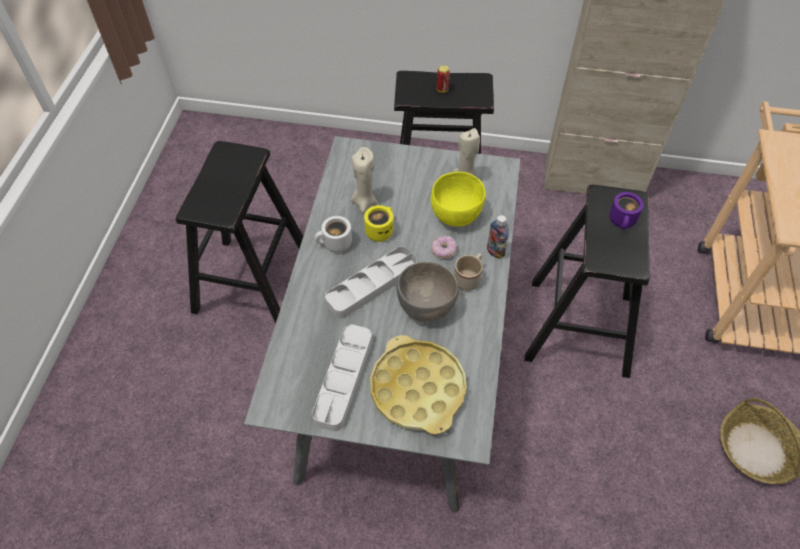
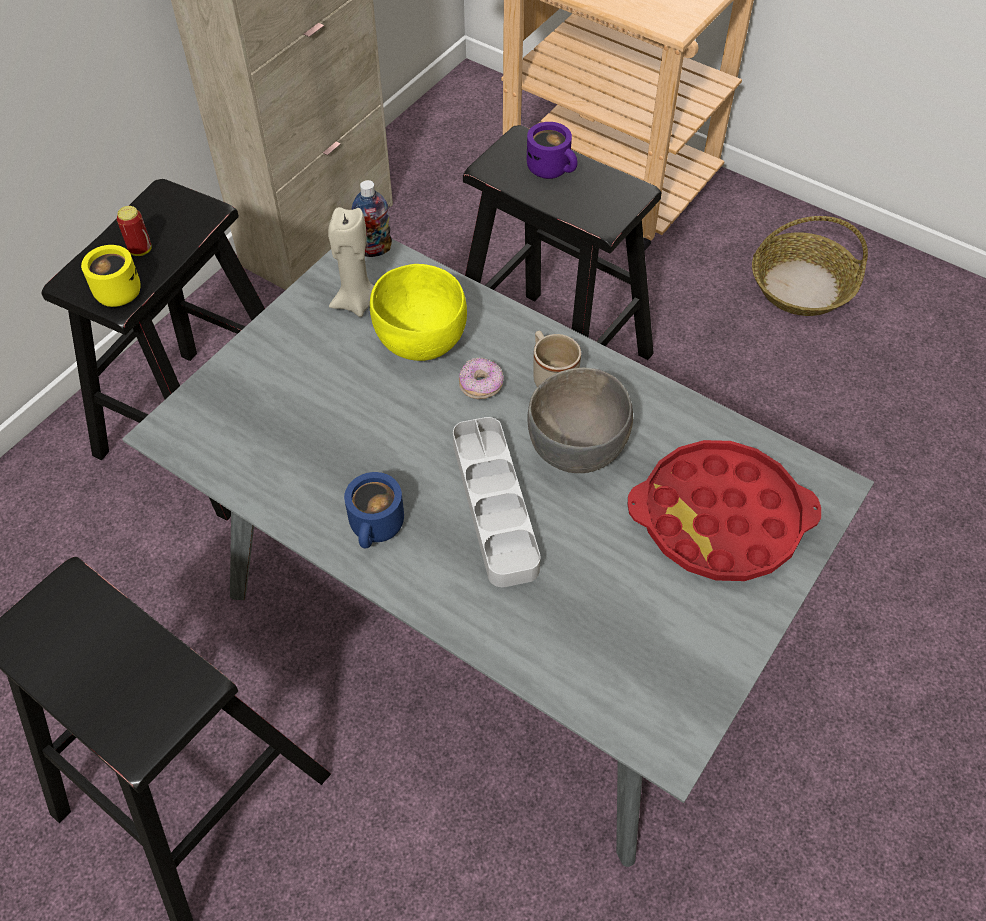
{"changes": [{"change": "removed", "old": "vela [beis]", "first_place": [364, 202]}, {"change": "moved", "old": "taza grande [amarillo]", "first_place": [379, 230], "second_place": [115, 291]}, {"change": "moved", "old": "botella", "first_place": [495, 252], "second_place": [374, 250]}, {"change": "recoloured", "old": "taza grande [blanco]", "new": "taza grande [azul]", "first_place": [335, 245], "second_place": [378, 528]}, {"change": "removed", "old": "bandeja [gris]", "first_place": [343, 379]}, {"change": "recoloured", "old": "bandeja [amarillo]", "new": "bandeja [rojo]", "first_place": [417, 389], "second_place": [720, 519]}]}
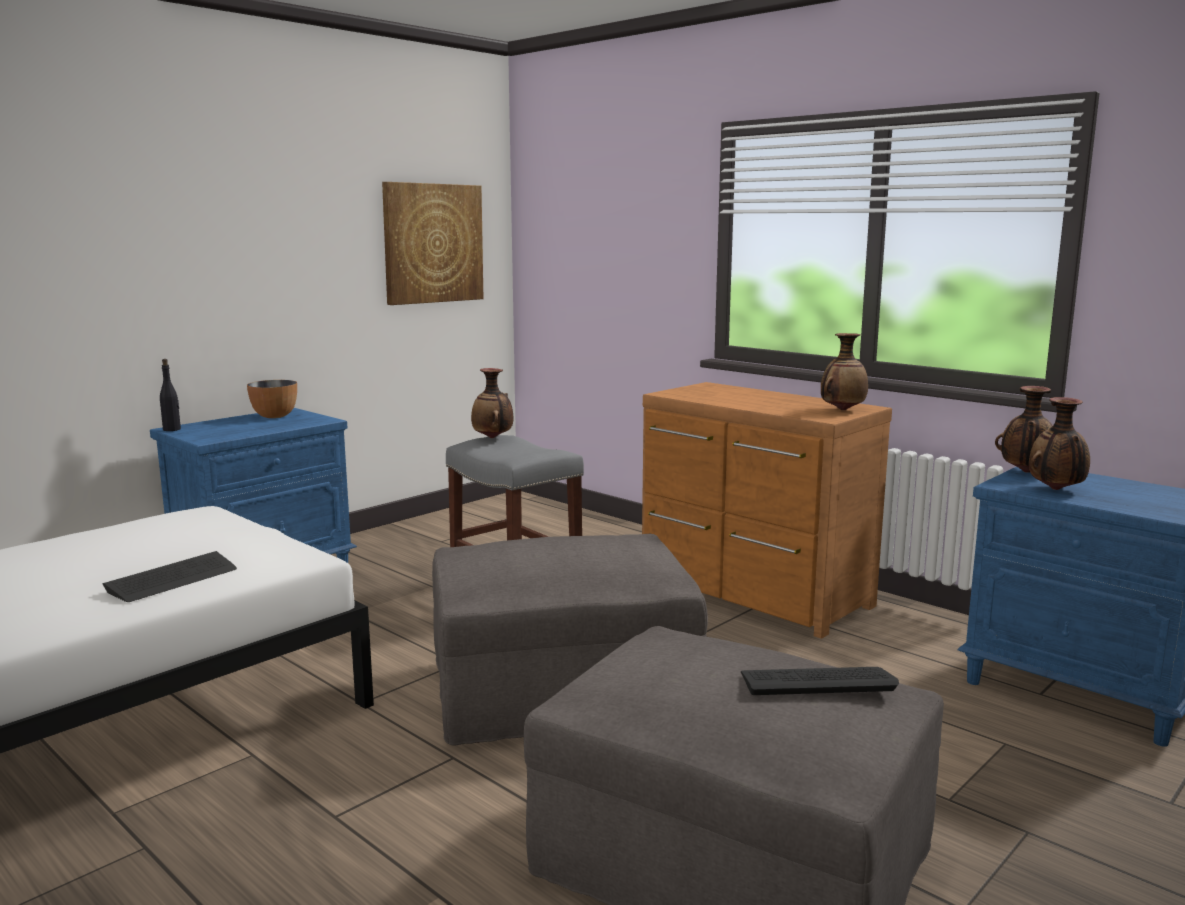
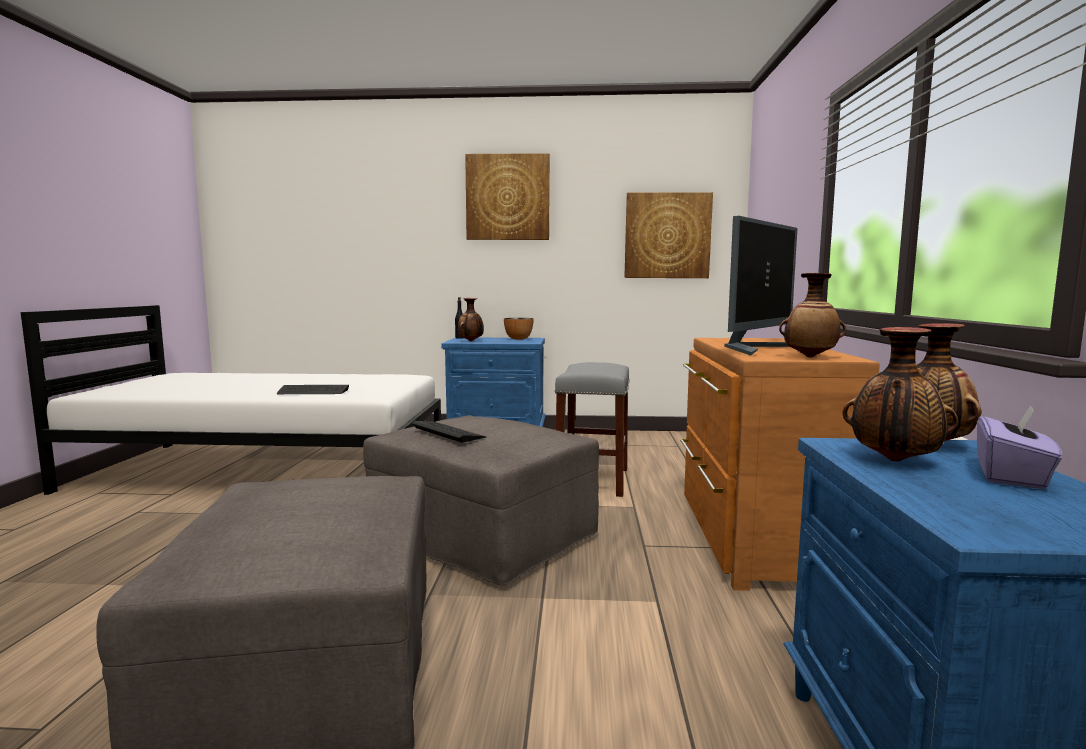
{"changes": [{"change": "moved", "old": "florero", "first_place": [493, 438], "second_place": [471, 341]}, {"change": "moved", "old": "teclado", "first_place": [816, 682], "second_place": [448, 432]}, {"change": "added", "new": "cuadro", "second_place": [508, 197]}, {"change": "added", "new": "monitor", "second_place": [755, 349]}, {"change": "added", "new": "caja de pañuelos [morado]", "second_place": [1012, 476]}]}
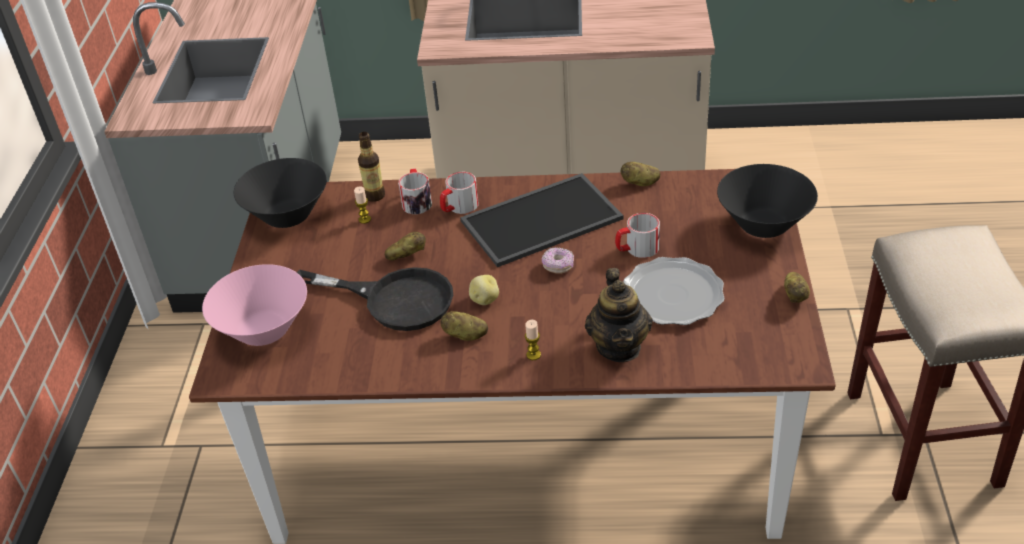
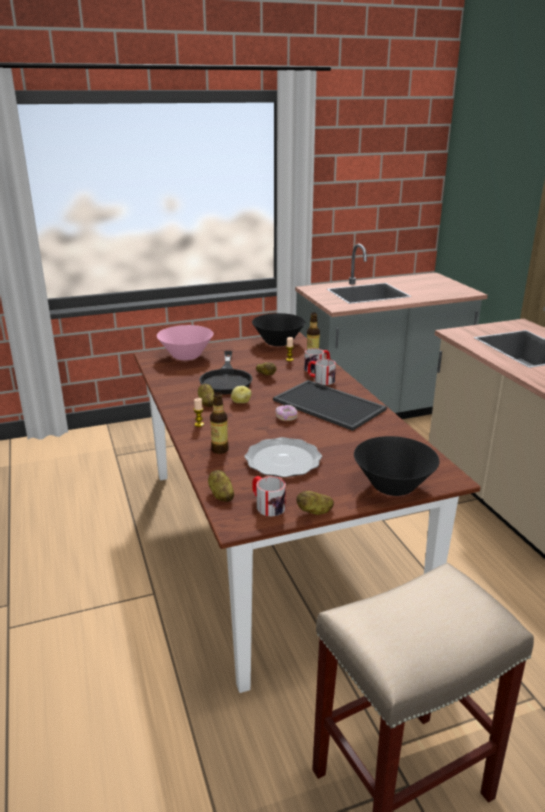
{"changes": [{"change": "moved", "old": "patata", "first_place": [640, 183], "second_place": [221, 495]}, {"change": "moved", "old": "taza grande", "first_place": [637, 249], "second_place": [267, 505]}, {"change": "replaced", "old": "tetera", "new": "botella", "first_place": [619, 346], "second_place": [220, 450]}]}
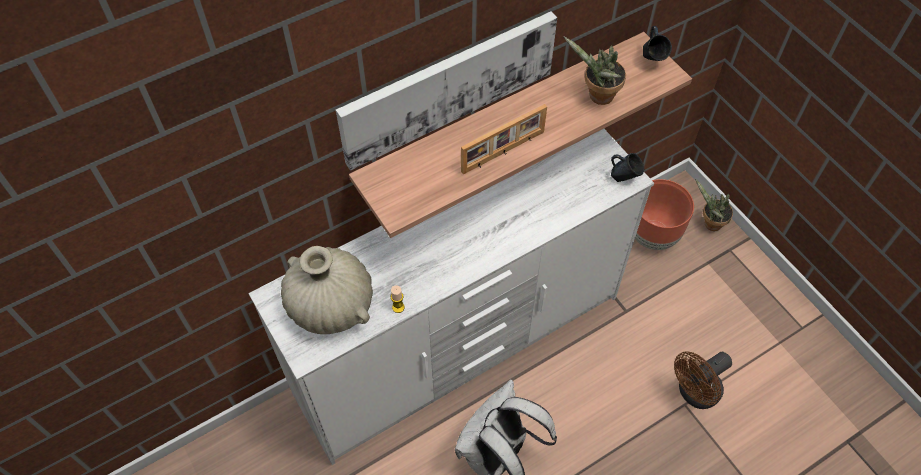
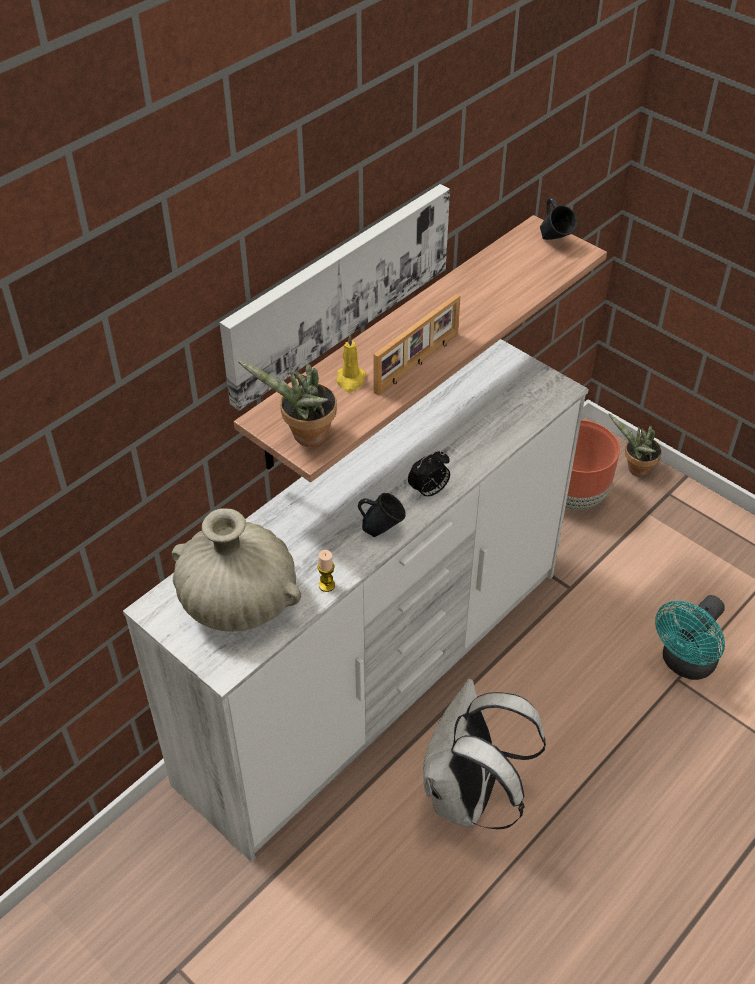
{"changes": [{"change": "moved", "old": "planta en maceta", "first_place": [597, 96], "second_place": [305, 437]}, {"change": "moved", "old": "taza grande [azul]", "first_place": [624, 178], "second_place": [381, 530]}, {"change": "recoloured", "old": "ventilador [marrón]", "new": "ventilador [turquesa]", "first_place": [694, 393], "second_place": [684, 664]}, {"change": "added", "new": "vela [amarillo]", "second_place": [350, 380]}, {"change": "added", "new": "despertador", "second_place": [429, 491]}]}
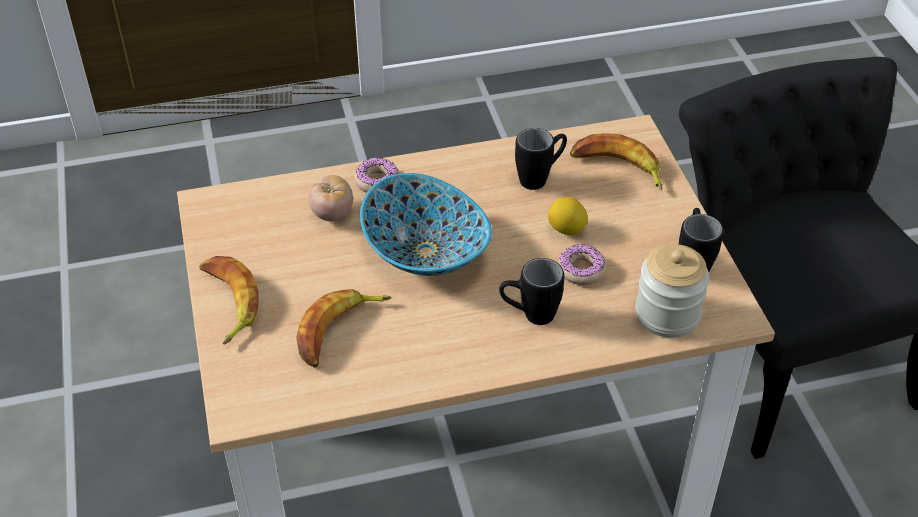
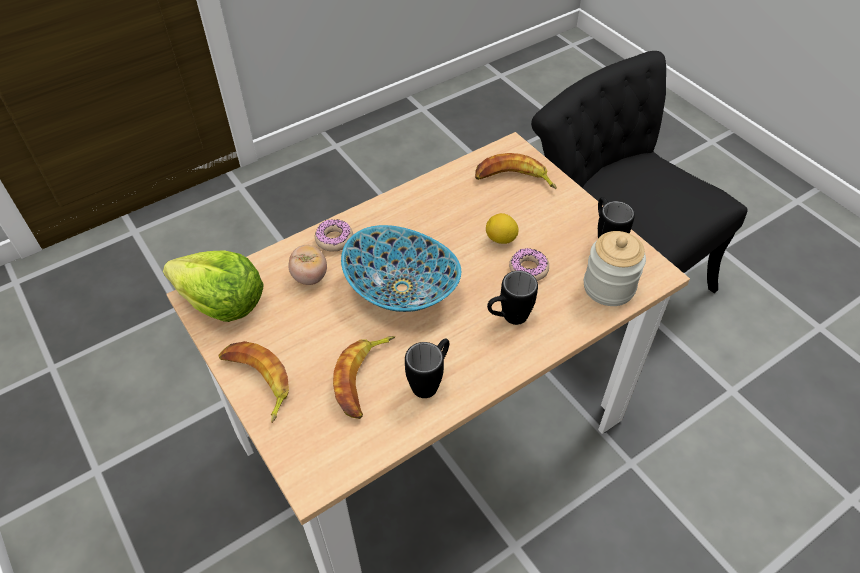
{"changes": [{"change": "moved", "old": "taza grande [negro]", "first_place": [540, 178], "second_place": [430, 381]}, {"change": "added", "new": "lechuga", "second_place": [222, 302]}]}
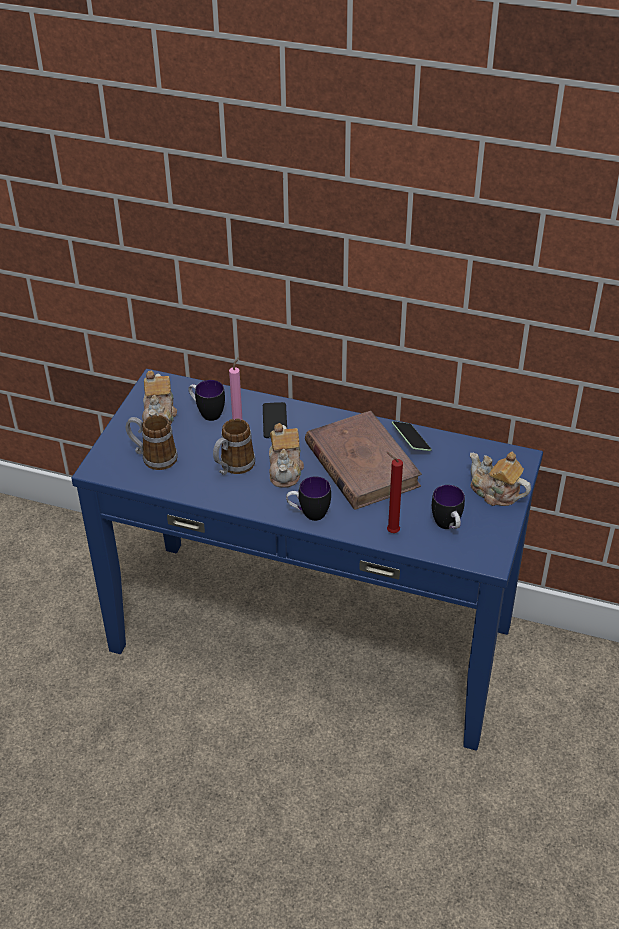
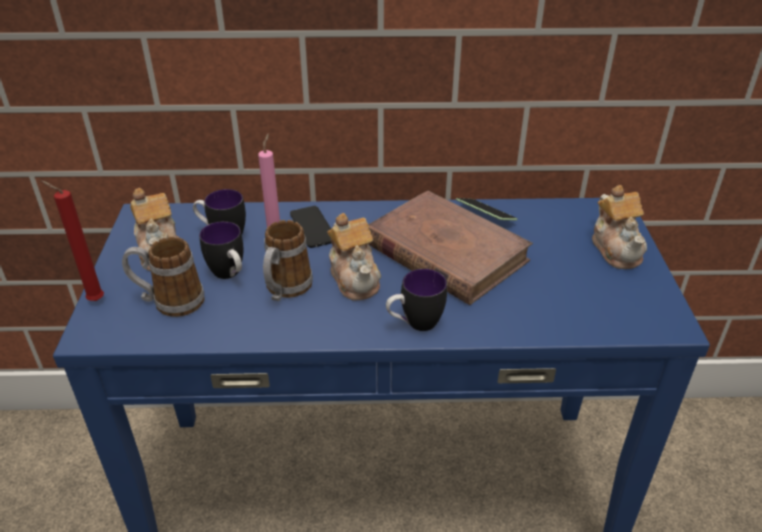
{"changes": [{"change": "moved", "old": "vela [rojo]", "first_place": [391, 531], "second_place": [93, 300]}, {"change": "turned", "old": "tetera", "first_place": [495, 493], "second_place": [616, 248], "degrees": -120}, {"change": "moved", "old": "taza grande", "first_place": [448, 526], "second_place": [230, 275]}]}
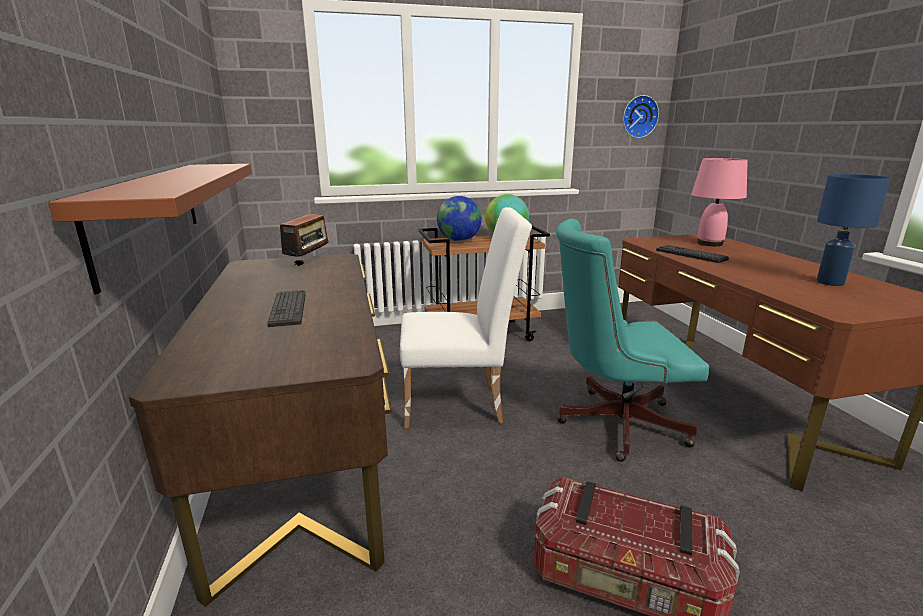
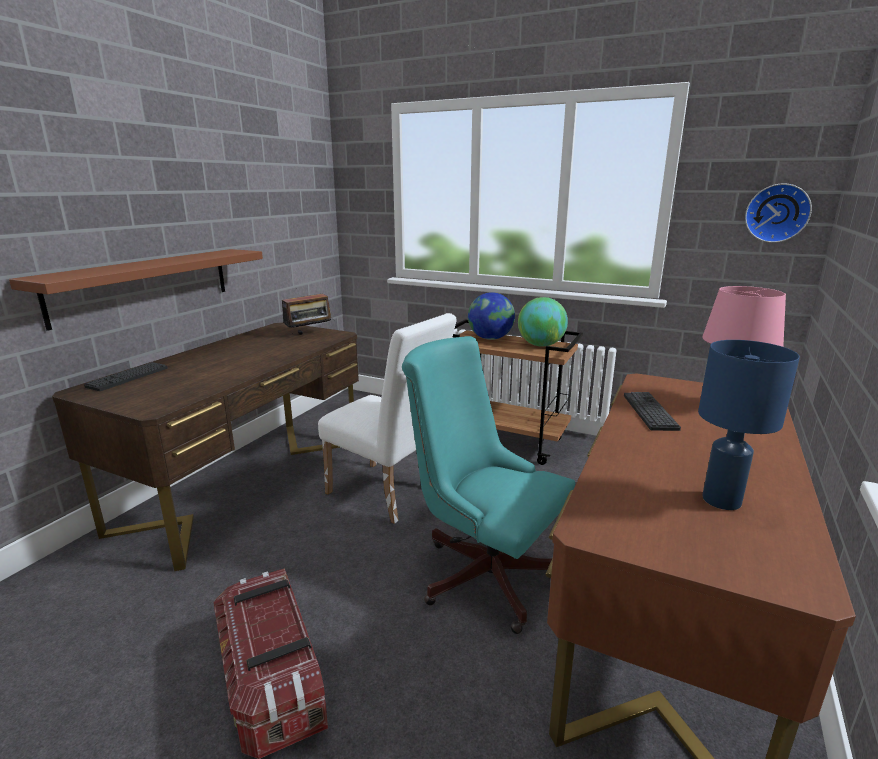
{"changes": [{"change": "moved", "old": "teclado", "first_place": [288, 309], "second_place": [128, 377]}]}
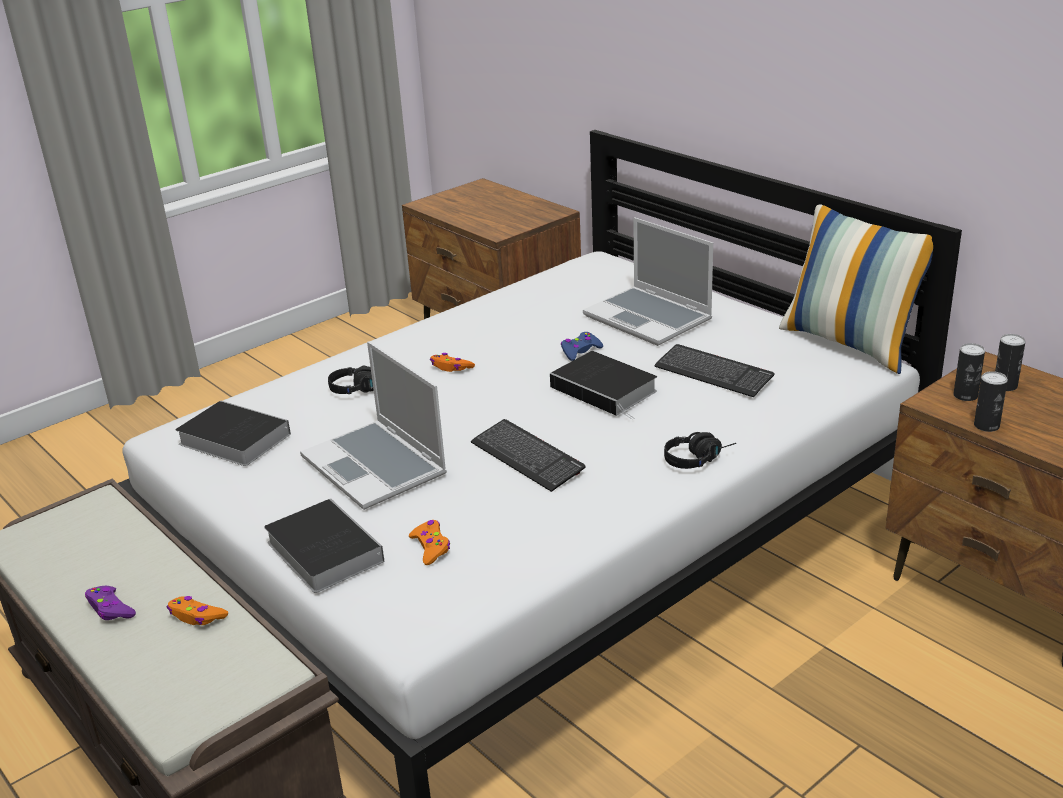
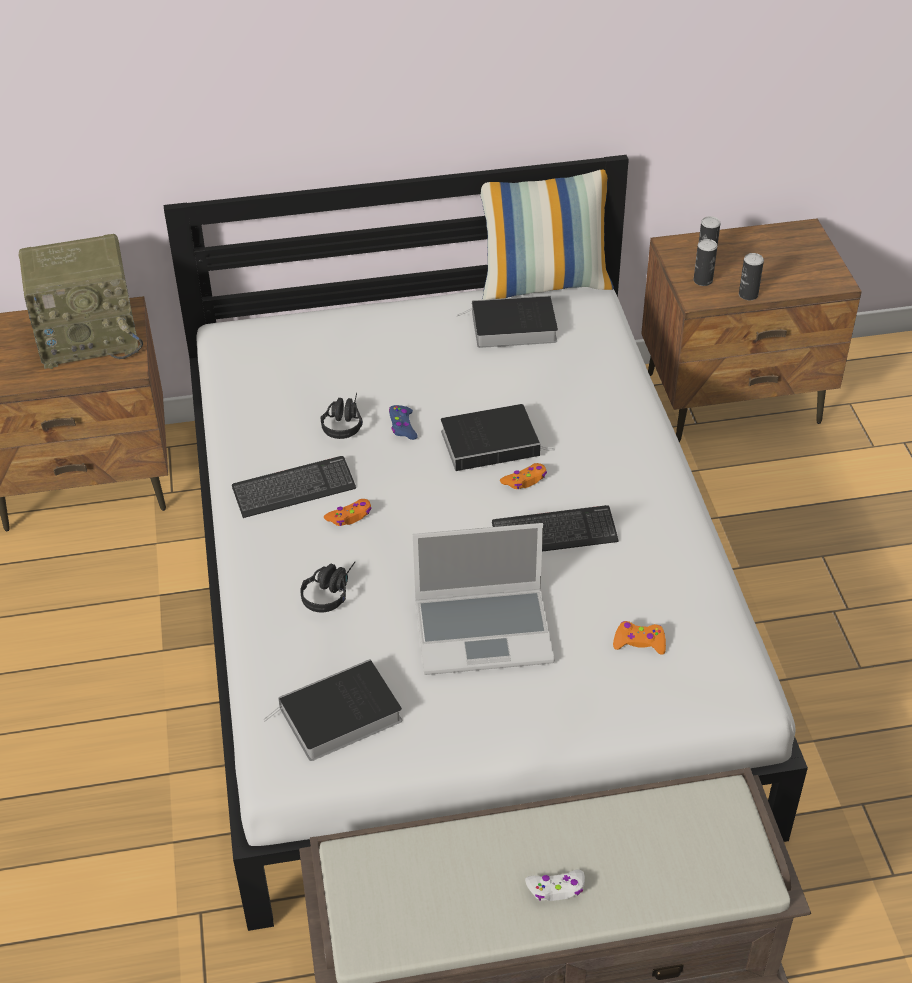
{"changes": [{"change": "removed", "old": "portátil", "first_place": [649, 318]}, {"change": "moved", "old": "teclado", "first_place": [713, 373], "second_place": [294, 489]}, {"change": "moved", "old": "auriculares [negro]", "first_place": [699, 459], "second_place": [343, 421]}, {"change": "moved", "old": "libro", "first_place": [321, 550], "second_place": [511, 327]}, {"change": "recoloured", "old": "mando de consola [morado]", "new": "mando de consola [blanco]", "first_place": [110, 609], "second_place": [556, 889]}, {"change": "moved", "old": "mando de consola [naranja]", "first_place": [197, 616], "second_place": [525, 480]}, {"change": "added", "new": "radio", "second_place": [90, 336]}]}
